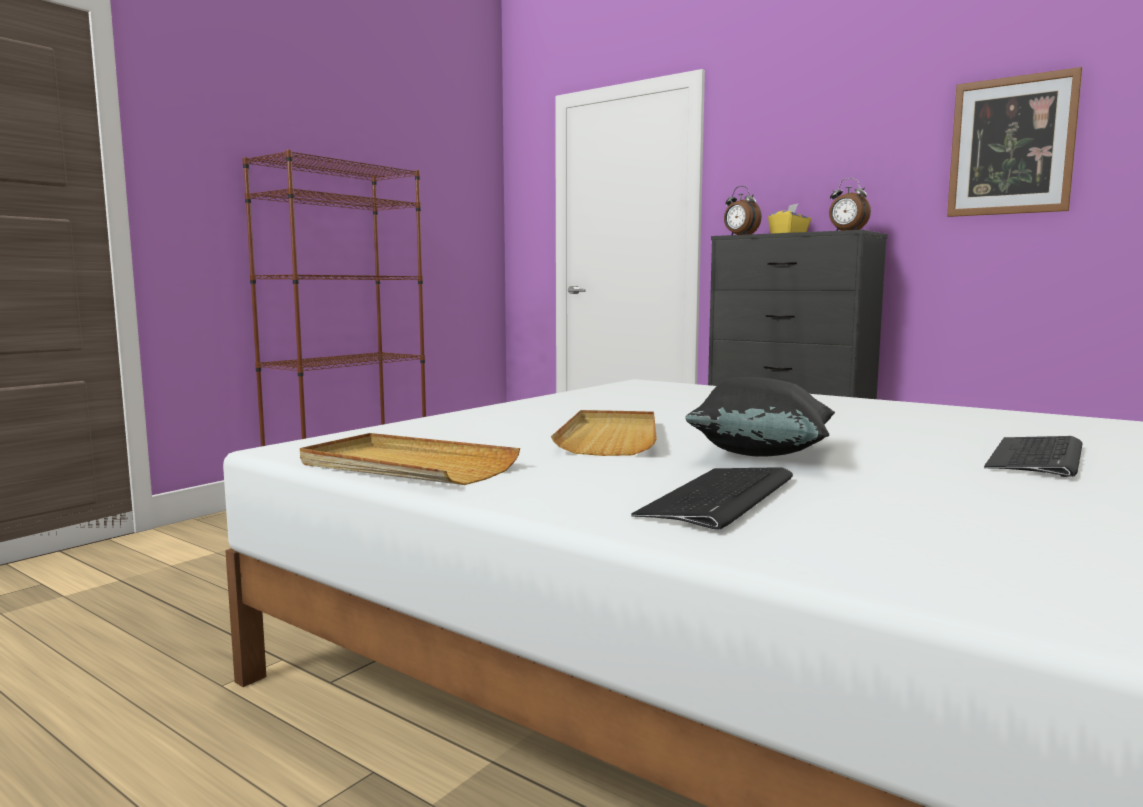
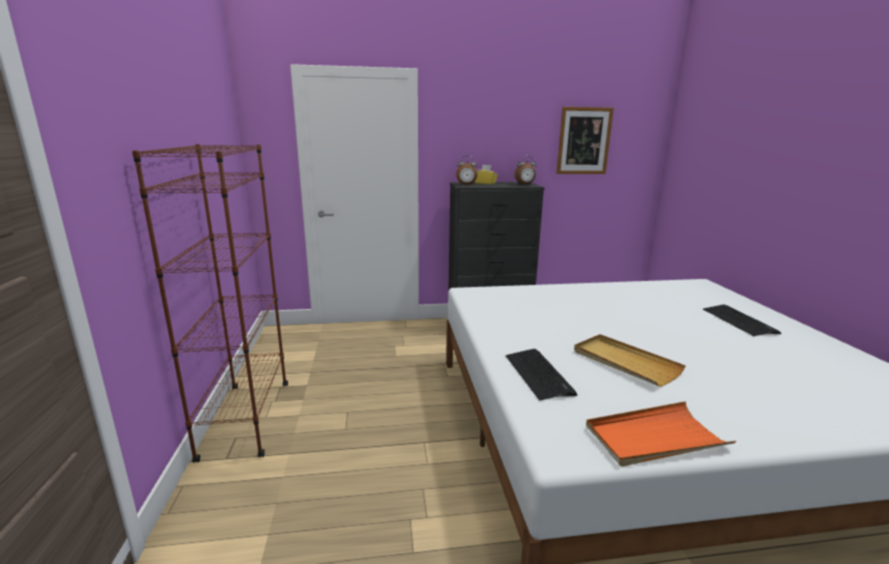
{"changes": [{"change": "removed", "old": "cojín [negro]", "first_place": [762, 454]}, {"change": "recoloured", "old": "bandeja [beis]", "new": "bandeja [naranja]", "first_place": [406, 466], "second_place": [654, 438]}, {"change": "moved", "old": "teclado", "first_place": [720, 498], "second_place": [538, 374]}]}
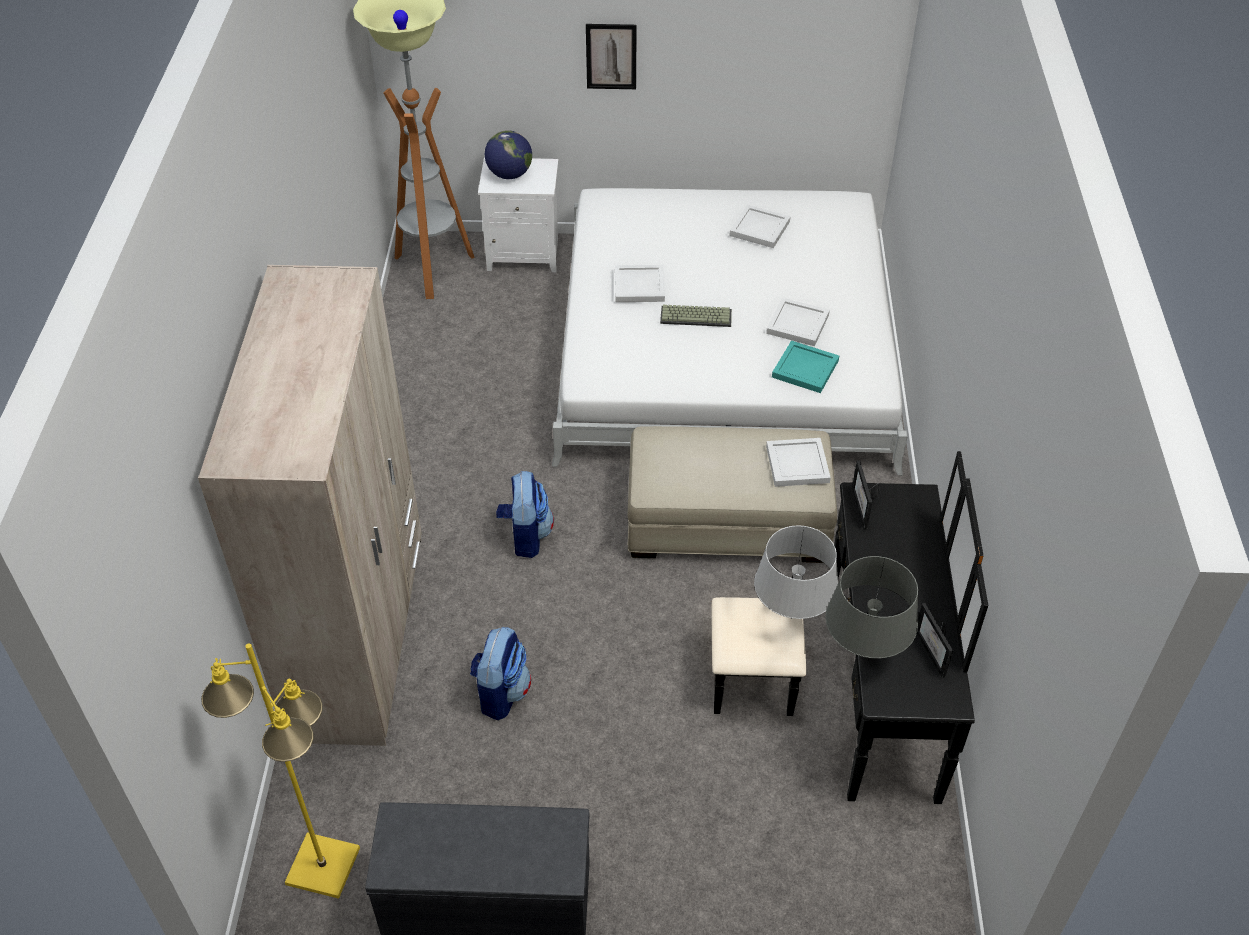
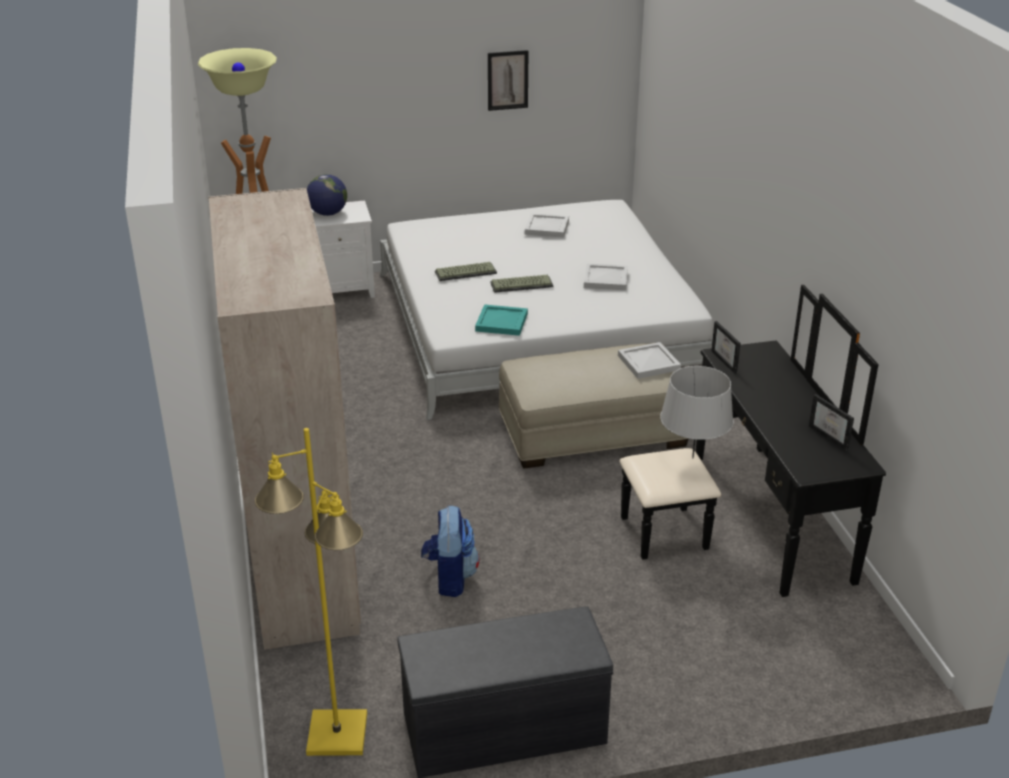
{"changes": [{"change": "moved", "old": "cuadro", "first_place": [611, 56], "second_place": [507, 80]}, {"change": "replaced", "old": "bandeja [blanco]", "new": "teclado", "first_place": [640, 285], "second_place": [466, 272]}, {"change": "moved", "old": "bandeja [turquesa]", "first_place": [804, 369], "second_place": [500, 322]}, {"change": "removed", "old": "mochila", "first_place": [525, 536]}, {"change": "removed", "old": "lámpara de mesa [gris]", "first_place": [863, 655]}]}
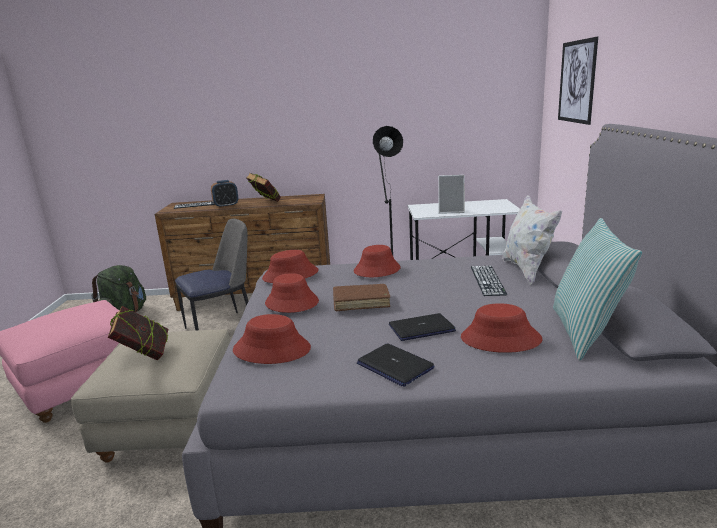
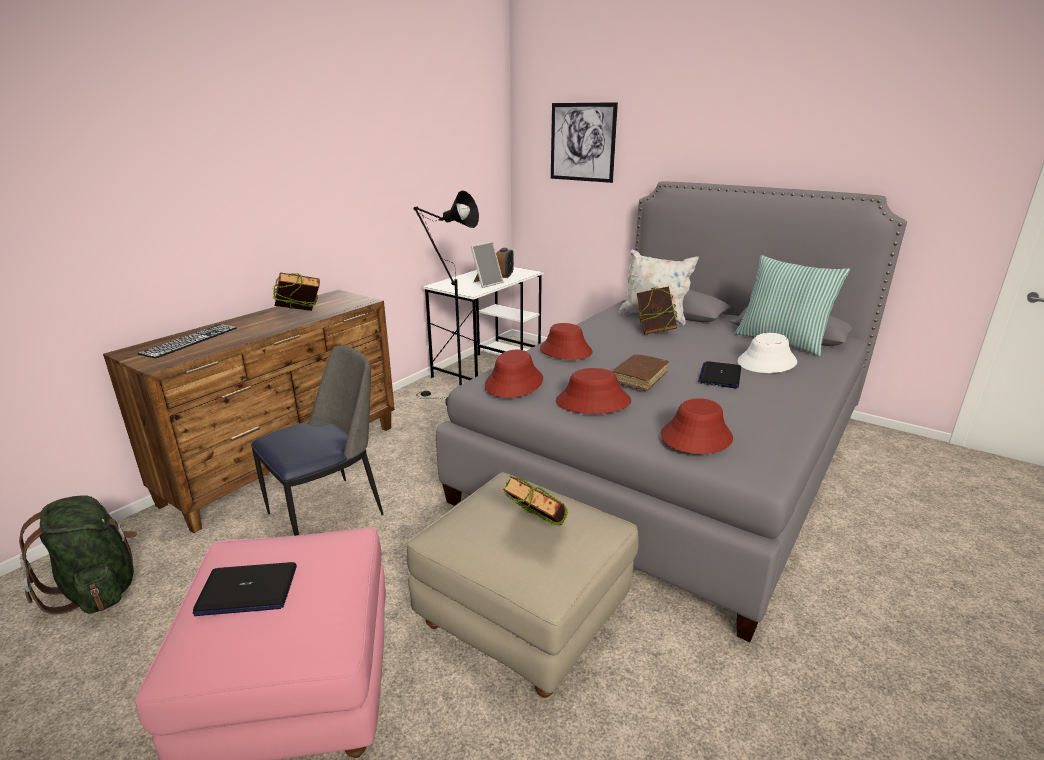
{"changes": [{"change": "moved", "old": "despertador", "first_place": [226, 206], "second_place": [504, 276]}, {"change": "turned", "old": "silla", "first_place": [223, 328], "second_place": [329, 512], "degrees": 45}, {"change": "replaced", "old": "teclado", "new": "libro", "first_place": [487, 280], "second_place": [654, 331]}, {"change": "recoloured", "old": "sombrero [rojo]", "new": "sombrero [blanco]", "first_place": [500, 339], "second_place": [767, 362]}, {"change": "moved", "old": "portátil", "first_place": [394, 366], "second_place": [247, 590]}]}
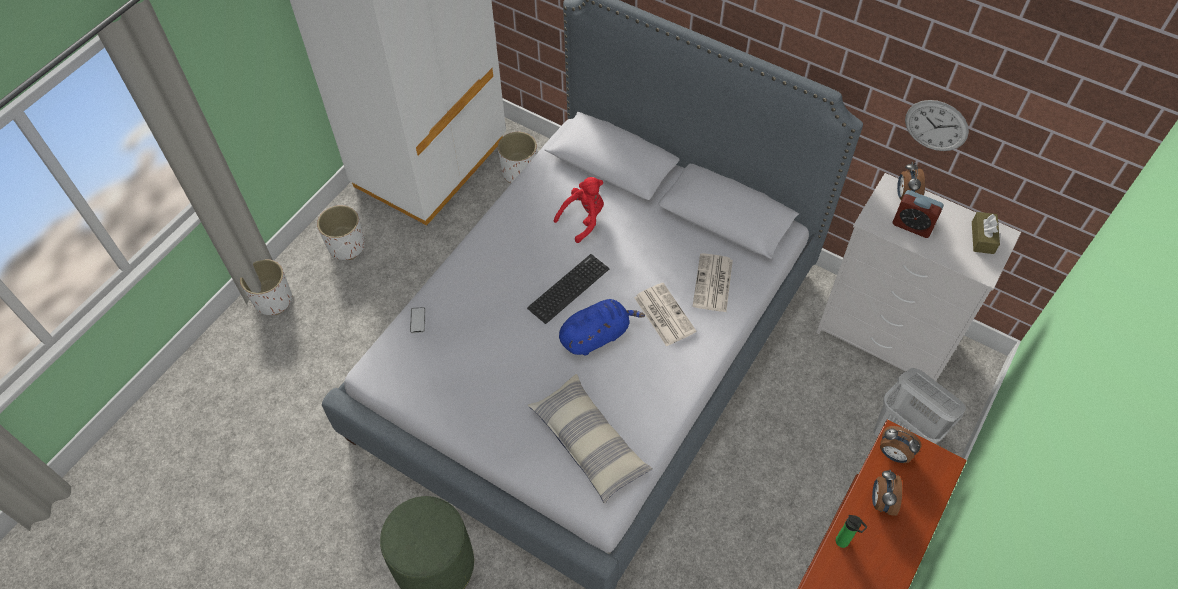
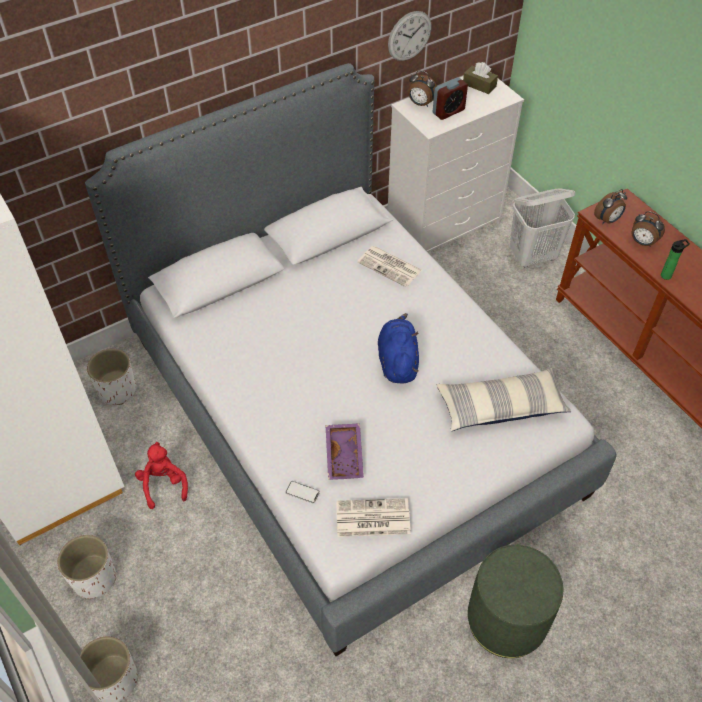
{"changes": [{"change": "moved", "old": "peluche [rojo]", "first_place": [583, 219], "second_place": [164, 484]}, {"change": "removed", "old": "teclado", "first_place": [568, 289]}, {"change": "moved", "old": "periódico", "first_place": [663, 314], "second_place": [371, 518]}, {"change": "added", "new": "bandeja [morado]", "second_place": [345, 455]}]}
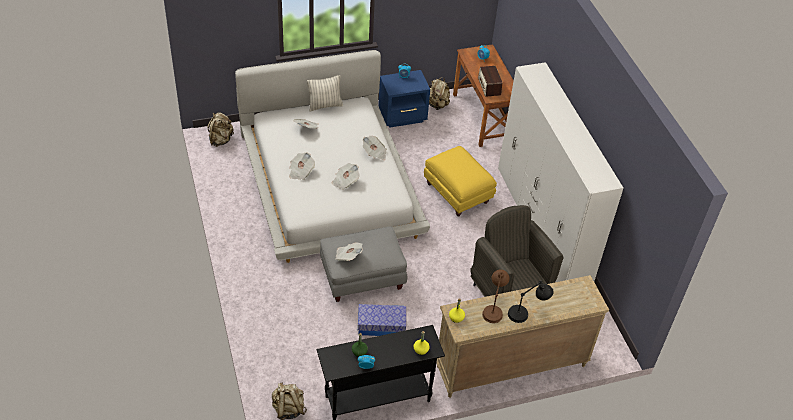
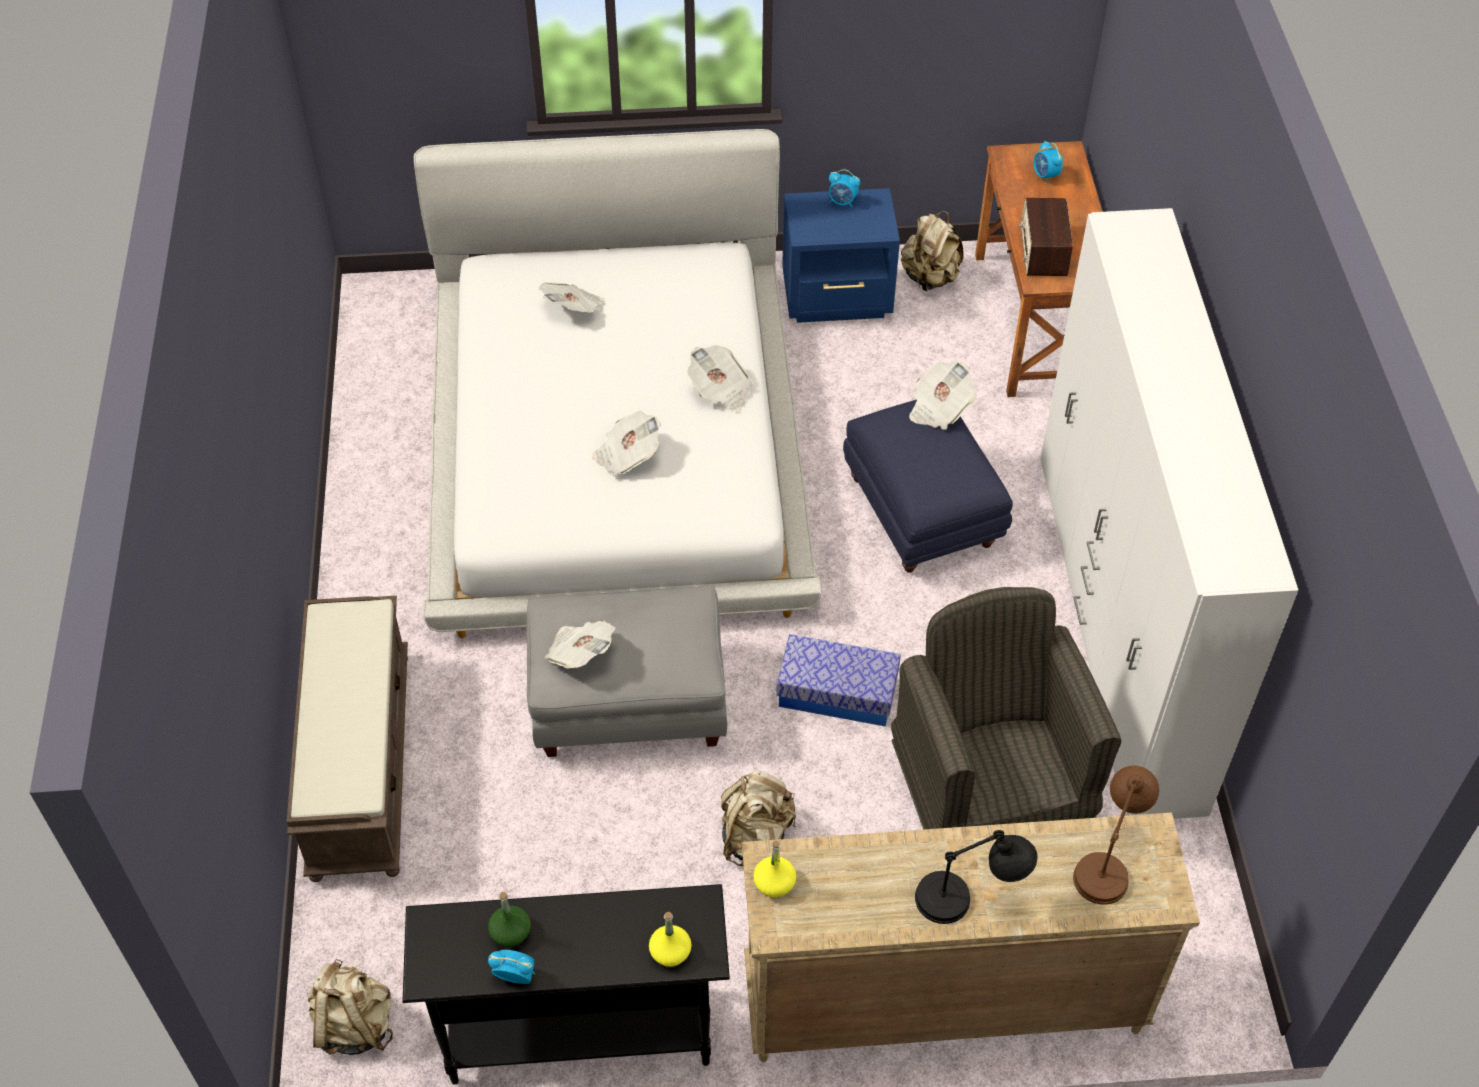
{"changes": [{"change": "removed", "old": "cojín", "first_place": [325, 105]}, {"change": "moved", "old": "mochila [beis]", "first_place": [220, 140], "second_place": [755, 836]}, {"change": "recoloured", "old": "puf [amarillo]", "new": "puf [azul]", "first_place": [458, 194], "second_place": [923, 514]}, {"change": "moved", "old": "periódico", "first_place": [300, 172], "second_place": [939, 408]}, {"change": "moved", "old": "lámpara de mesa [marrón]", "first_place": [494, 307], "second_place": [1109, 859]}, {"change": "moved", "old": "caja de almacenaje", "first_place": [381, 326], "second_place": [837, 692]}, {"change": "added", "new": "banco [marrón]", "second_place": [359, 763]}]}
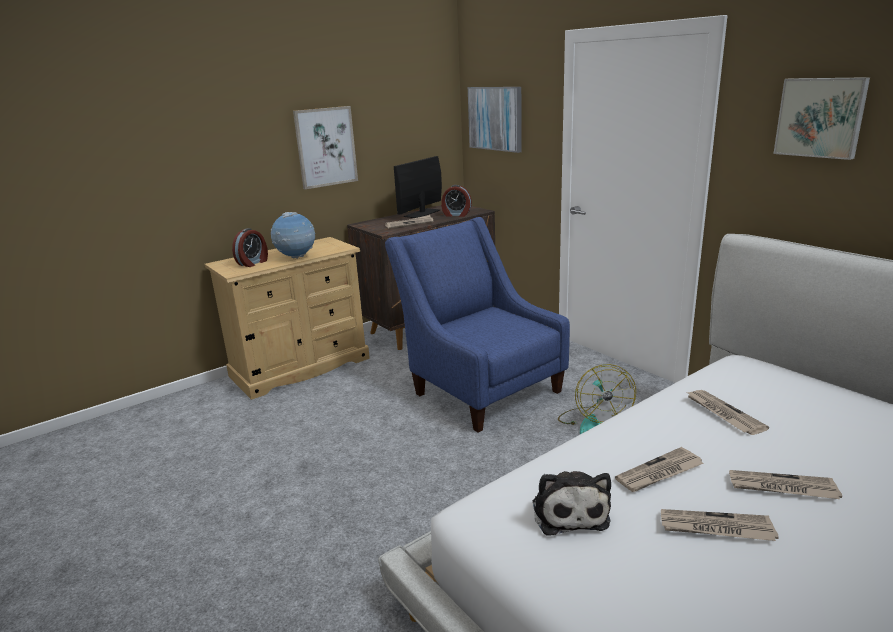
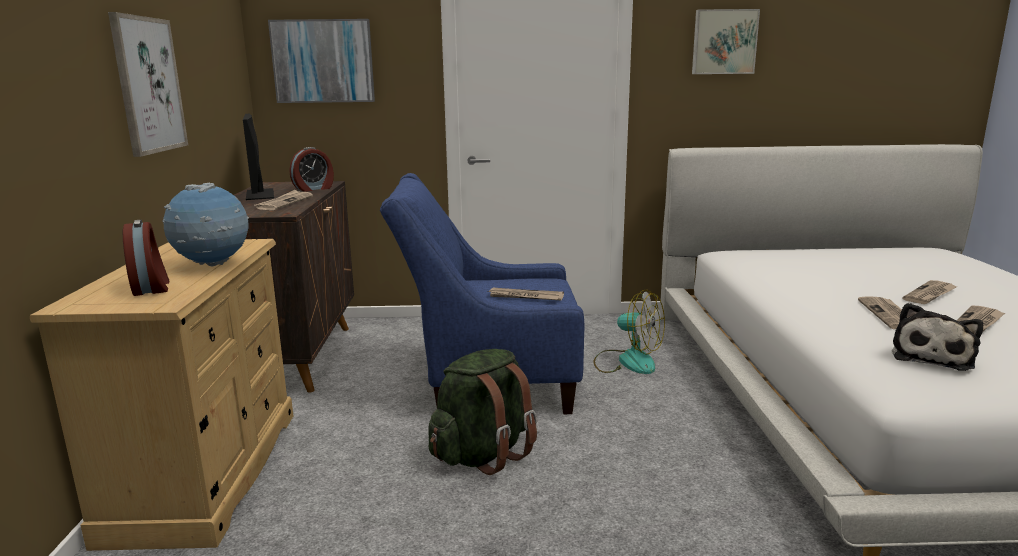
{"changes": [{"change": "moved", "old": "periódico", "first_place": [723, 413], "second_place": [525, 297]}, {"change": "turned", "old": "peluche", "first_place": [569, 511], "second_place": [932, 356], "degrees": 90}, {"change": "added", "new": "mochila [verde]", "second_place": [483, 454]}]}
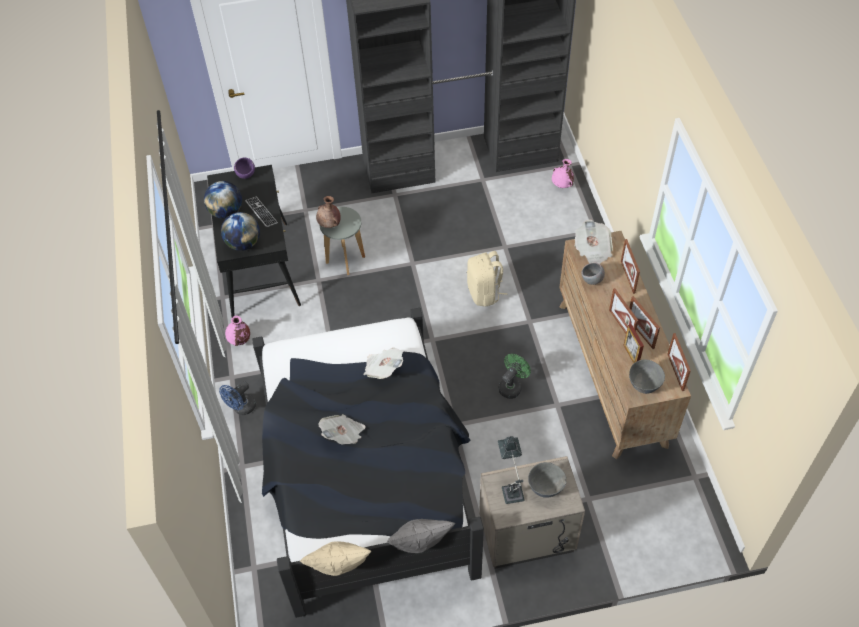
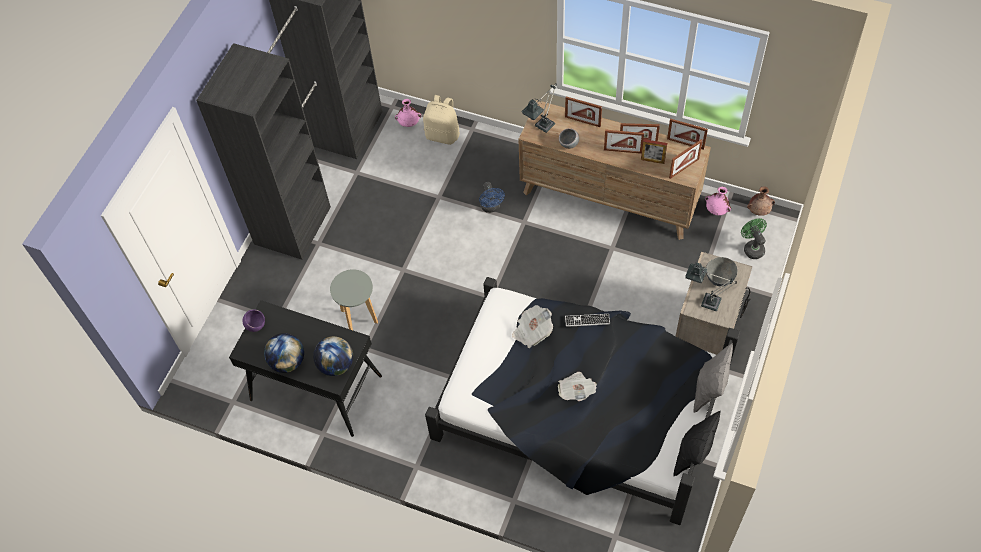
{"changes": [{"change": "moved", "old": "florero [marrón]", "first_place": [330, 224], "second_place": [759, 211]}, {"change": "moved", "old": "teclado", "first_place": [261, 212], "second_place": [587, 320]}, {"change": "replaced", "old": "periódico", "new": "lámpara de mesa", "first_place": [592, 250], "second_place": [542, 128]}, {"change": "moved", "old": "mochila [beis]", "first_place": [484, 293], "second_place": [443, 134]}, {"change": "moved", "old": "florero [rosa]", "first_place": [239, 340], "second_place": [716, 211]}, {"change": "moved", "old": "ventilador [verde]", "first_place": [512, 386], "second_place": [752, 247]}, {"change": "replaced", "old": "cuenco [gris]", "new": "portarretratos", "first_place": [644, 386], "second_place": [684, 168]}, {"change": "moved", "old": "ventilador [azul]", "first_place": [241, 408], "second_place": [491, 207]}, {"change": "recoloured", "old": "cojín [beis]", "new": "cojín [negro]", "first_place": [341, 570], "second_place": [693, 454]}]}
